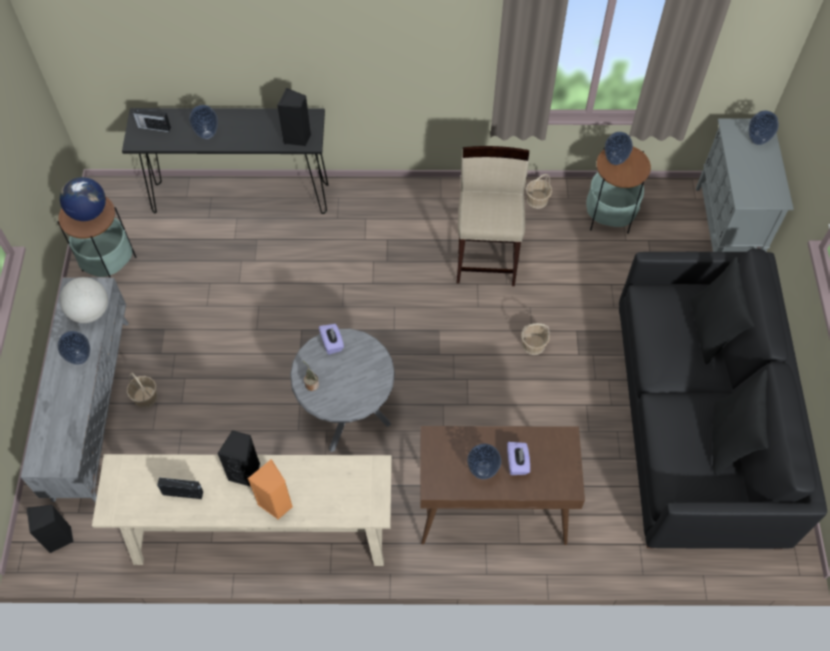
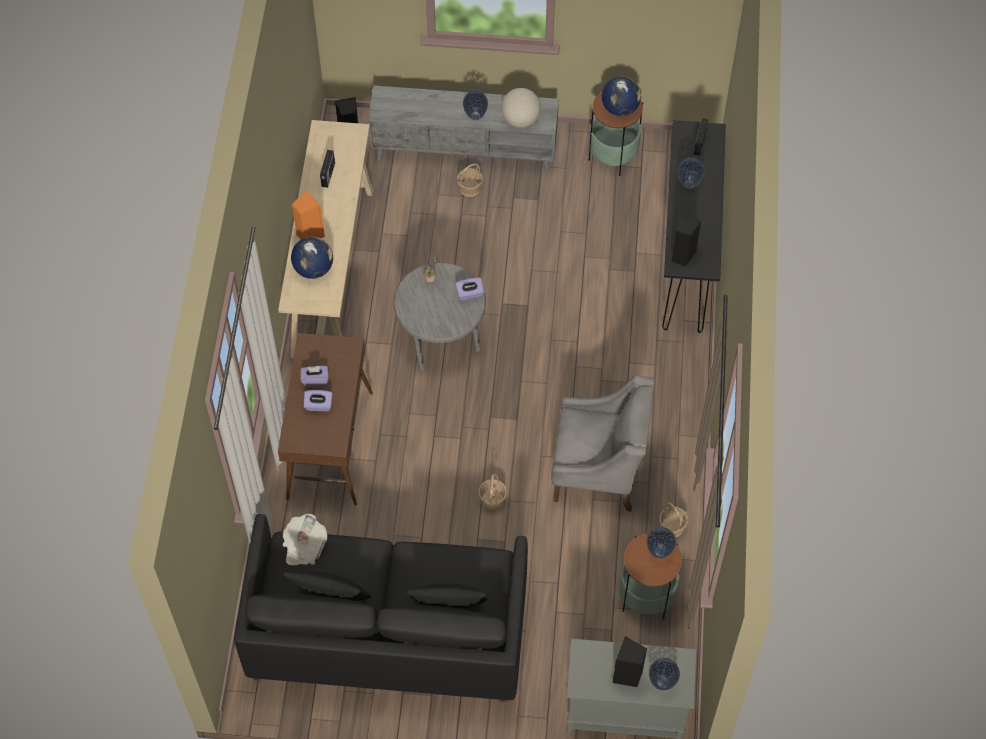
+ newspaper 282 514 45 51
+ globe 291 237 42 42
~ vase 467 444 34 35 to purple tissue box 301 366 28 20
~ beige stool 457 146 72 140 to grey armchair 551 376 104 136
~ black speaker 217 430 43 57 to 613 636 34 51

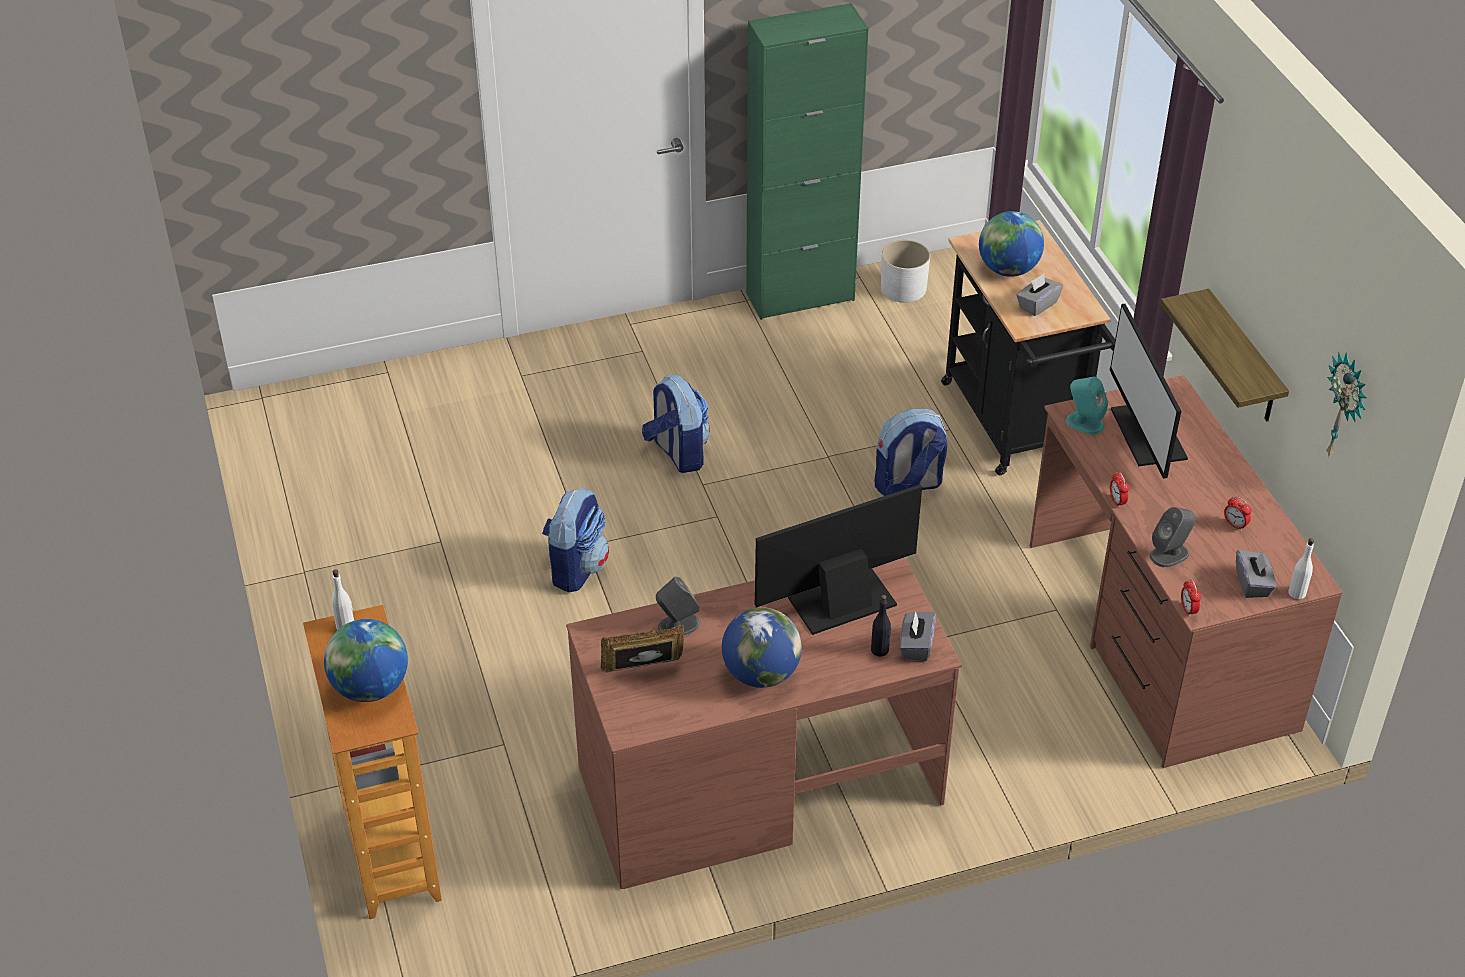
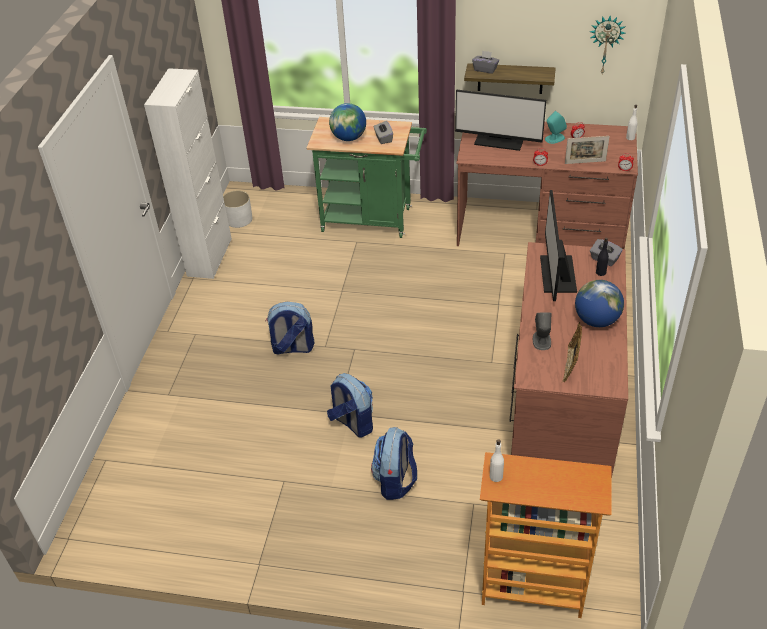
~ green cabinet 746 3 123 317 to white cabinet 144 68 88 211
~ black cart 941 220 174 255 to green cart 306 117 121 121
~ backpack 874 409 73 87 to 371 427 46 73
~ grey tissue box 1236 550 40 48 to 472 50 27 24
~ turquoise speaker 1066 377 42 58 to 545 111 22 33
~ grey speaker 1150 507 46 60 to picture frame 565 136 45 28
- globe 324 619 84 83

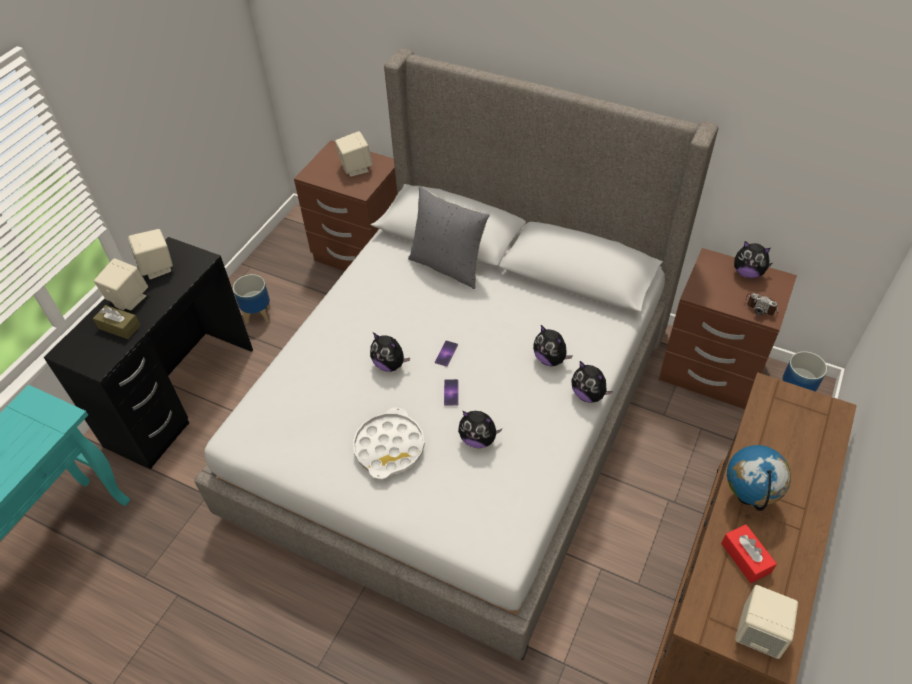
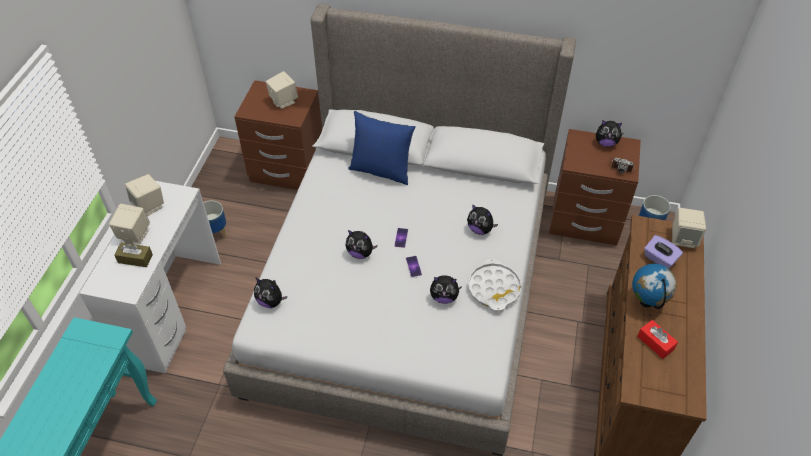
~ black desk 44 237 209 233 to white desk 79 181 142 192
~ plush toy 572 361 41 42 to 254 277 33 31
~ grey pillow 408 186 82 103 to blue pillow 348 111 68 74
~ white tray 353 407 72 73 to 468 259 54 52
+ purple tissue box 644 235 39 34
~ beige speaker 735 585 63 74 to 672 208 34 40

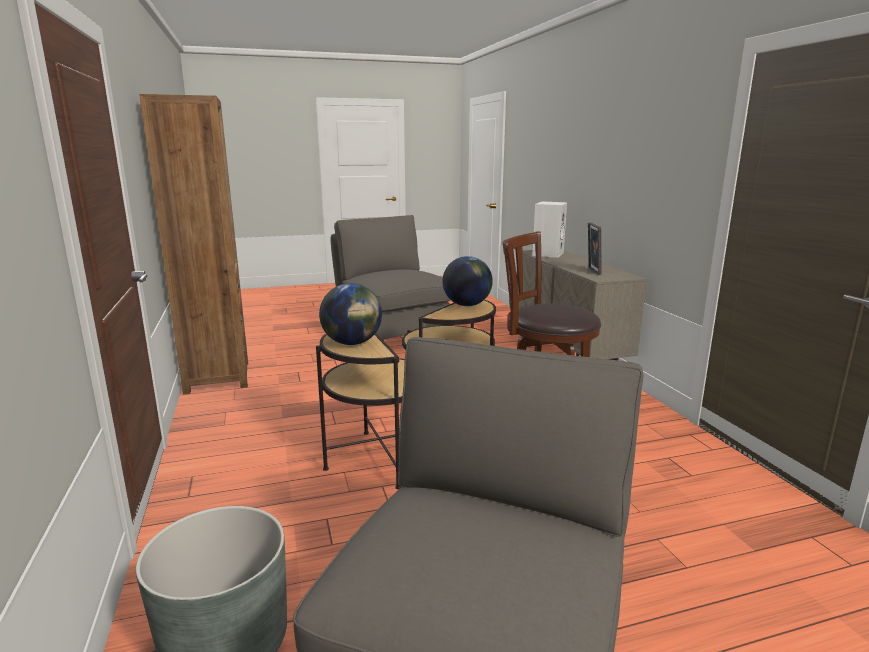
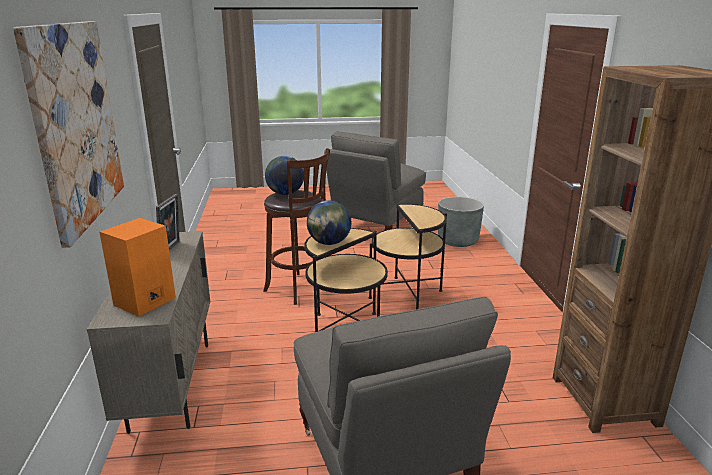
+ picture 13 21 111 227
~ white speaker 532 202 35 56 to orange speaker 99 218 77 99
~ globe 319 283 63 62 to 265 156 39 39

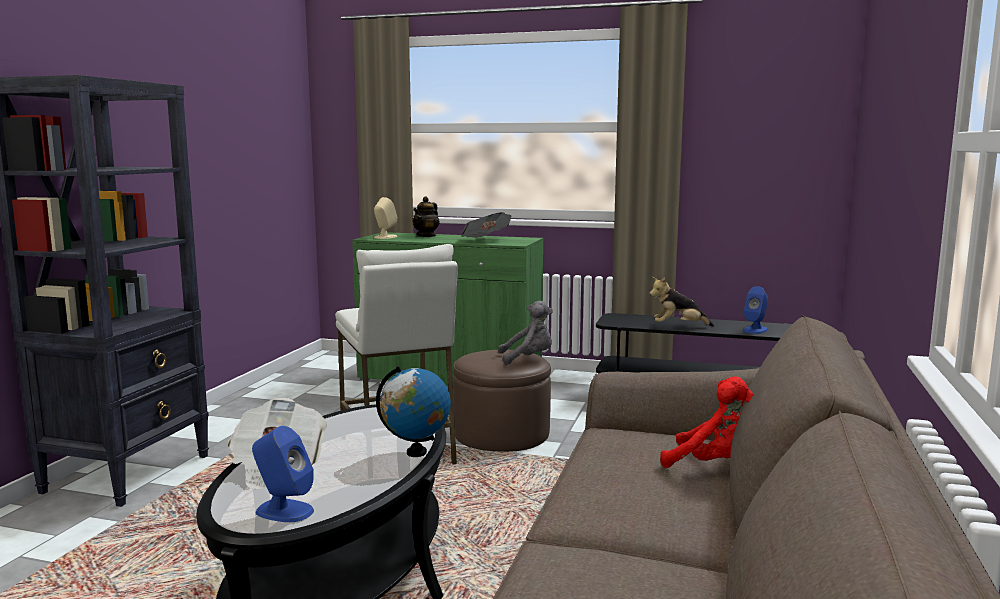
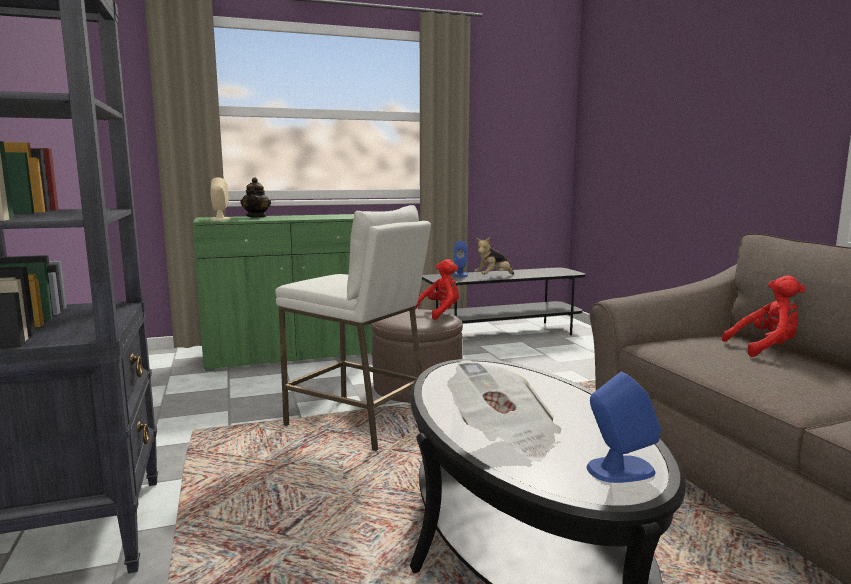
~ grey plush toy 498 301 54 64 to red plush toy 415 259 44 61
~ blue speaker 743 286 25 48 to 454 241 14 36
- globe 376 366 75 91
- newspaper 461 212 51 26

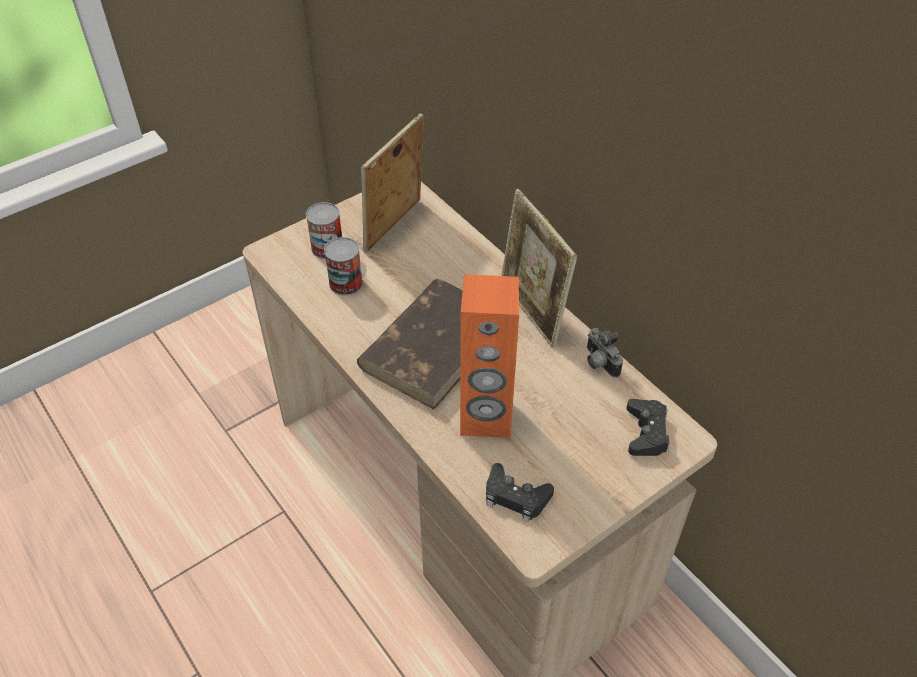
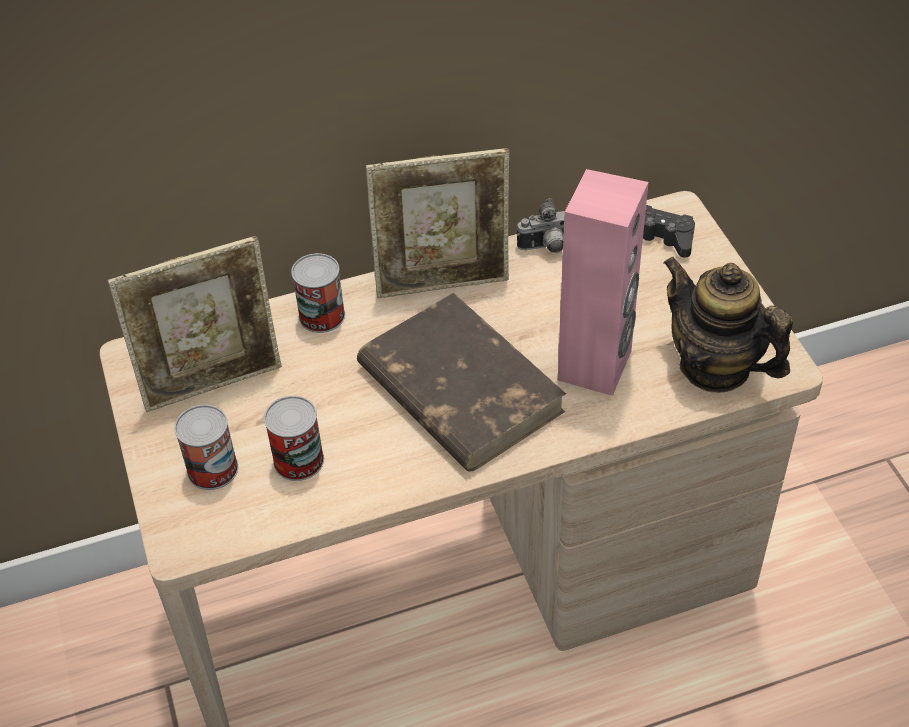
~ picture frame 361 113 63 140 = 108 236 174 176 75 degrees counterclockwise
+ can 291 253 54 80
~ orange speaker 460 274 59 164 to pink speaker 558 169 91 227
~ black game controller 486 463 68 59 to teapot 663 257 130 136

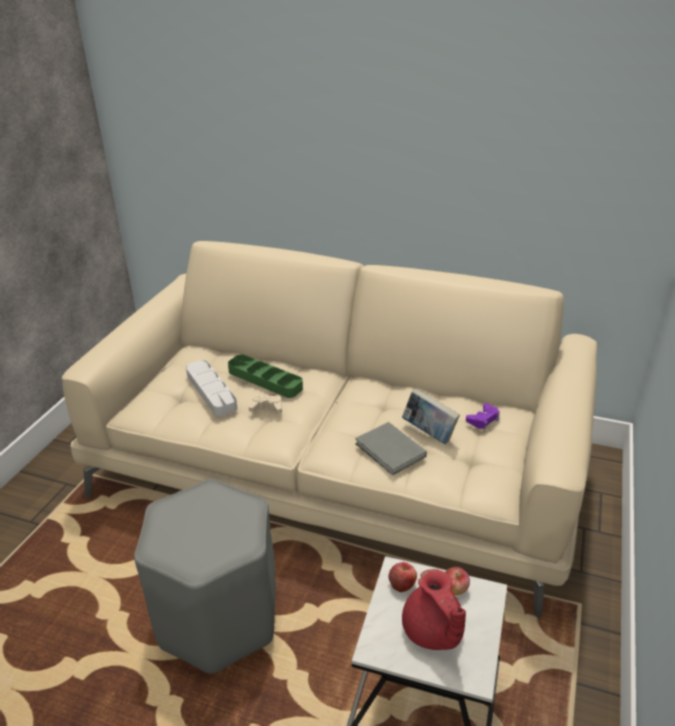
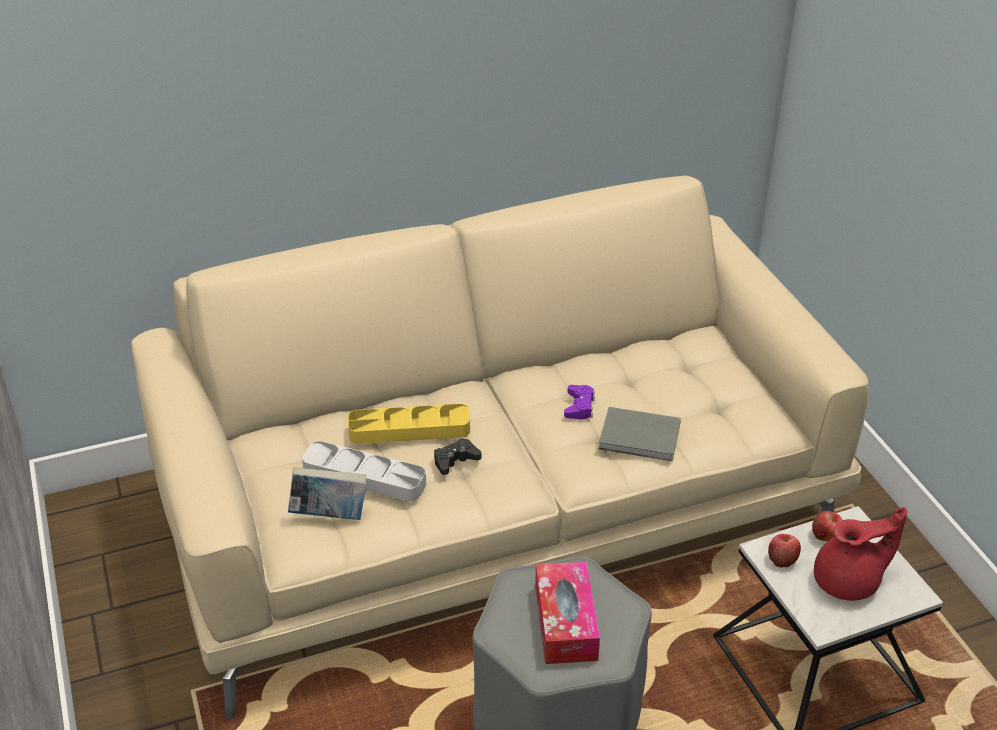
~ book 402 389 58 55 to 288 467 79 53
~ green tray 228 354 75 44 to yellow tray 348 404 122 40
~ beige game controller 249 394 33 19 to black game controller 434 438 47 37
+ tissue box 535 562 65 102
~ purple game controller 466 403 34 27 to 564 385 31 35
~ red teapot 402 569 64 81 = 814 507 93 94 45 degrees counterclockwise

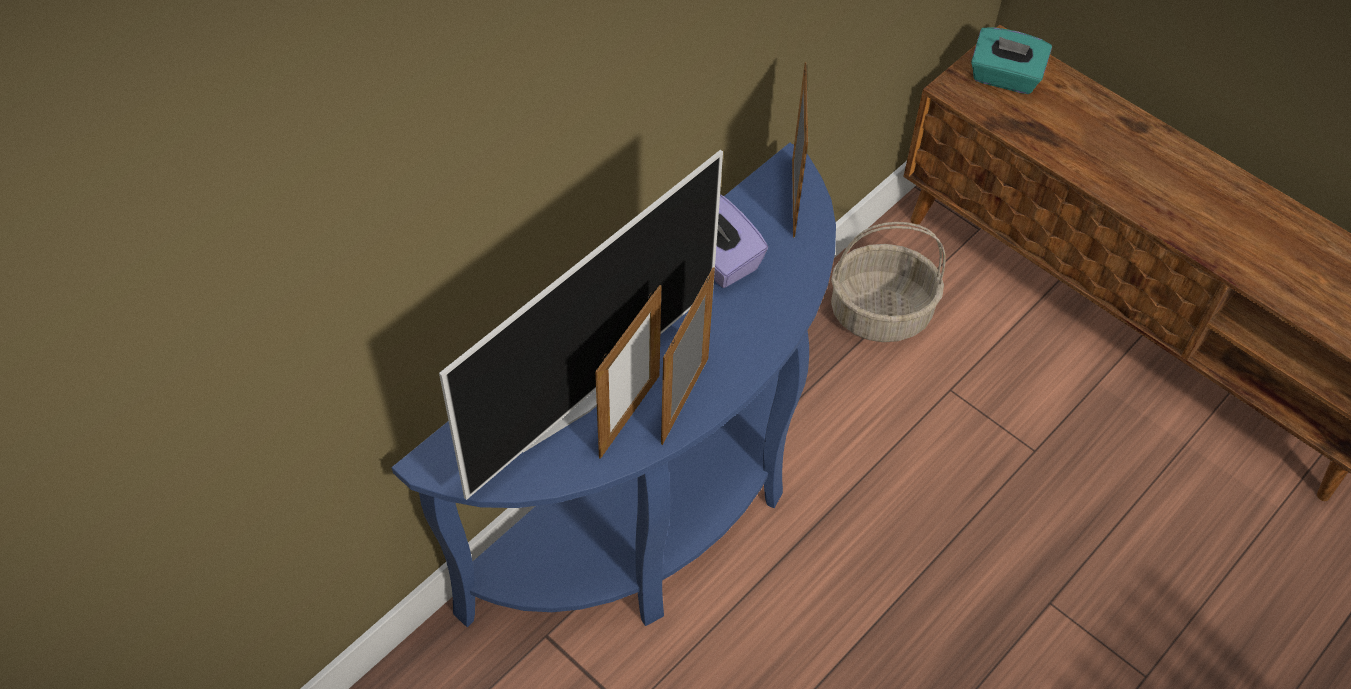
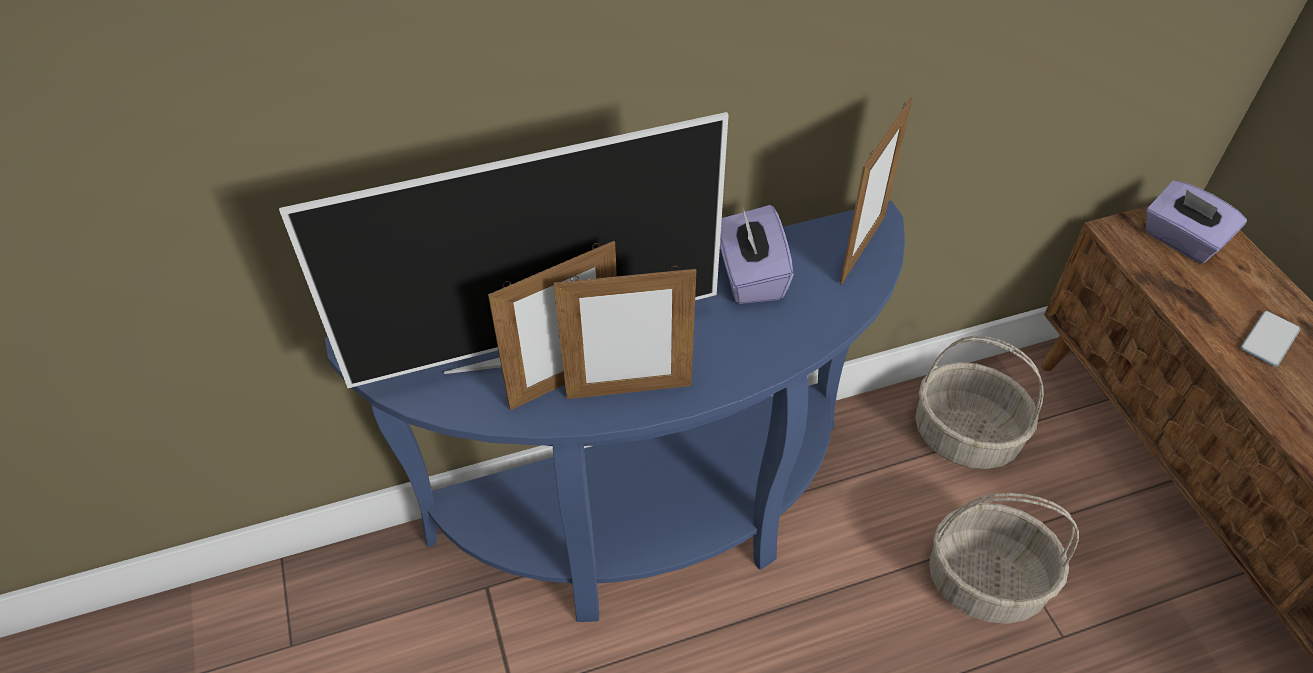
~ picture frame 661 267 54 178 = 554 266 142 133 150 degrees counterclockwise
+ basket 929 493 150 131
~ turquoise tissue box 971 27 81 67 to purple tissue box 1146 180 101 84
+ phone 1240 311 61 56

